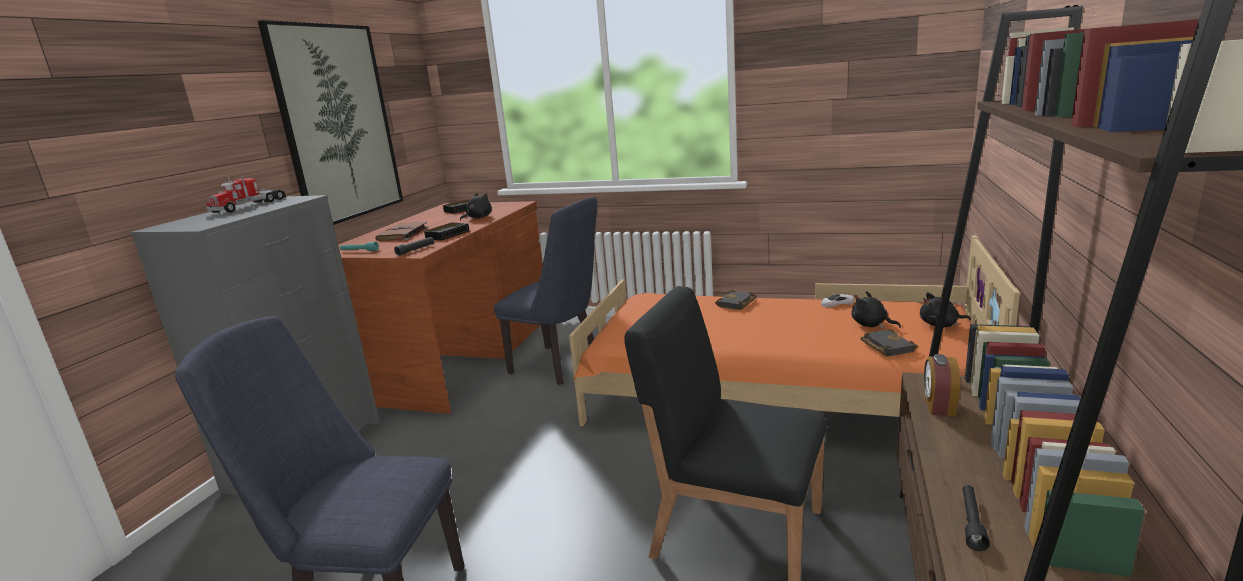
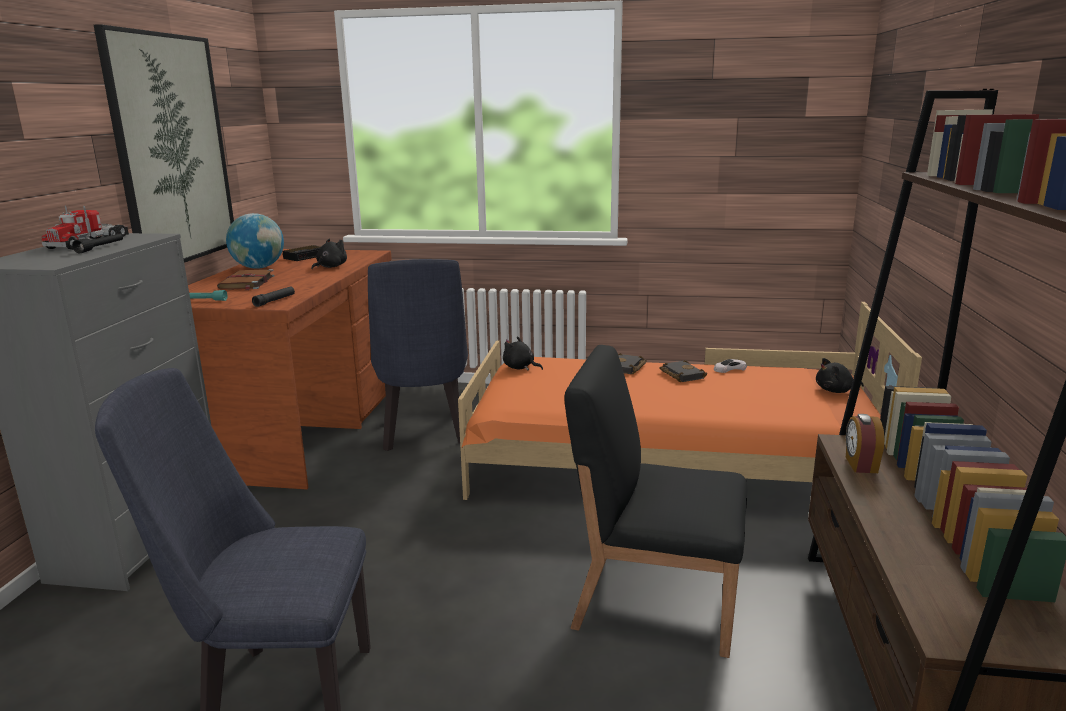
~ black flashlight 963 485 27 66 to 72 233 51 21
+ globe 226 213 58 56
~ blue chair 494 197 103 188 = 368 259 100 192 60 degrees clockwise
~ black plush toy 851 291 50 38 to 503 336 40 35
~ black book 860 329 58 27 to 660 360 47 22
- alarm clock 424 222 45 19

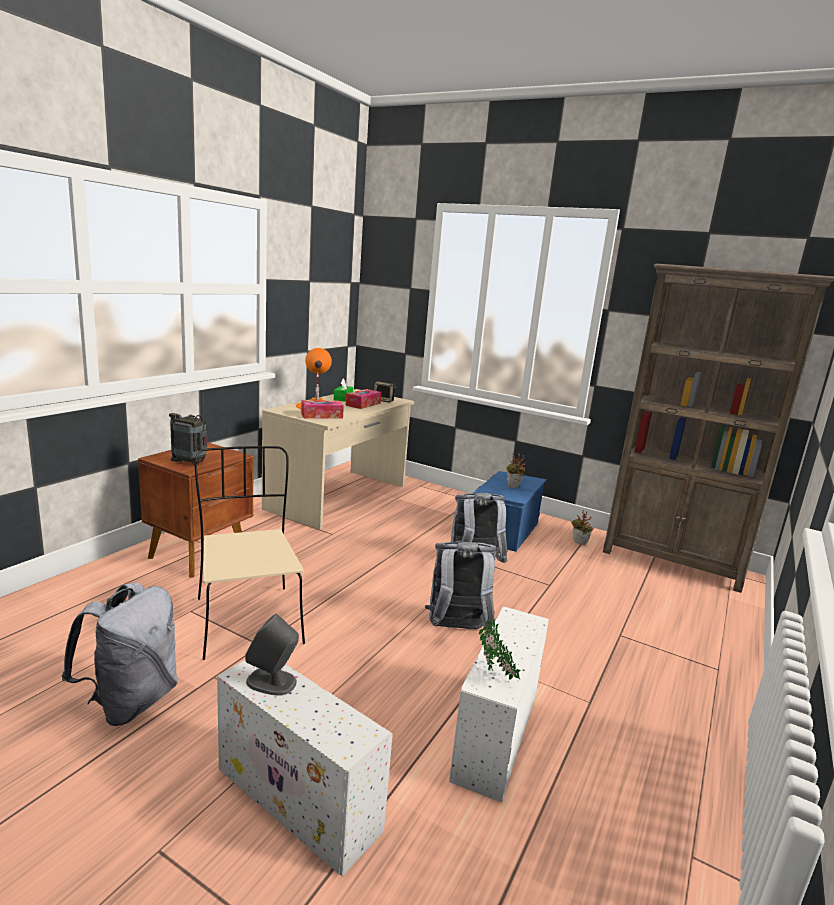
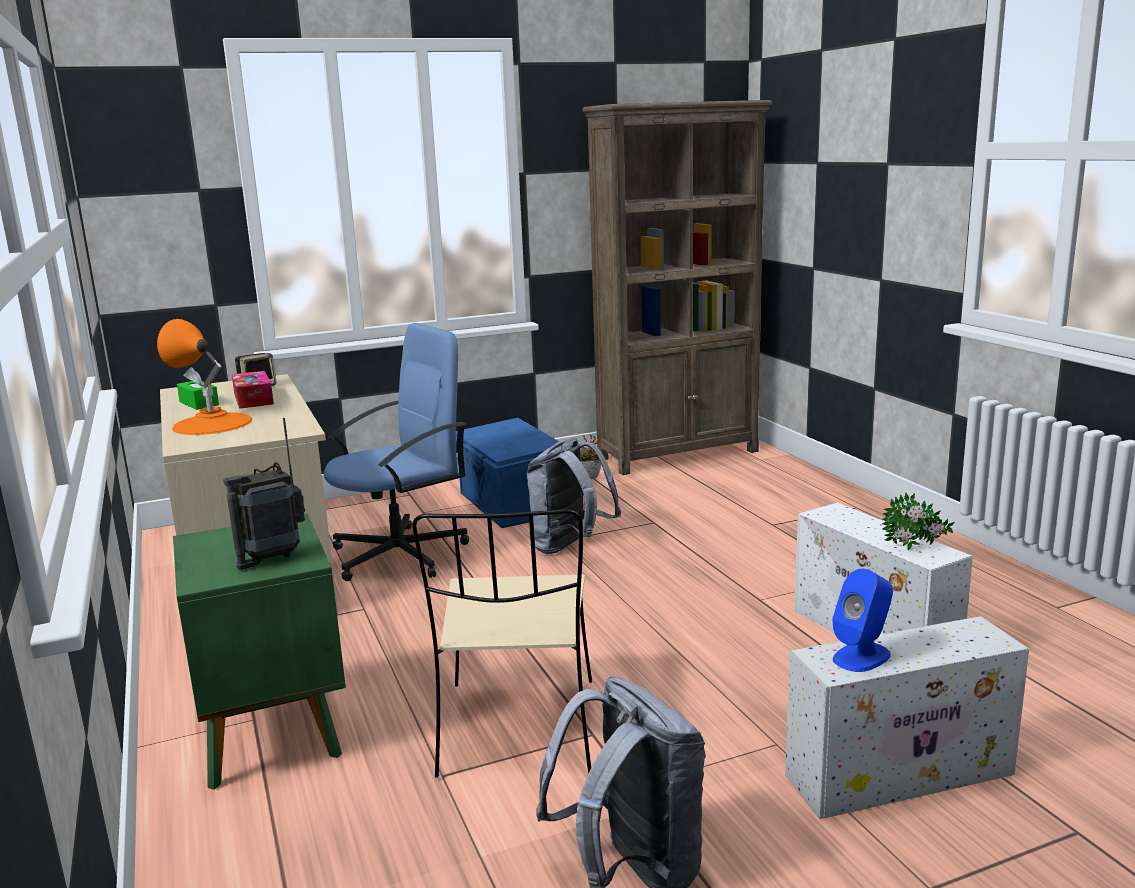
~ brown nightstand 138 442 116 136 to green nightstand 173 514 173 276
+ blue office chair 323 323 146 258
~ beige chair 194 446 111 214 = 412 509 180 269 105 degrees counterclockwise
~ grey speaker 245 614 54 82 to blue speaker 832 569 61 103
- tissue box 301 400 43 18
- grey backpack 425 542 71 88
- potted plant 507 454 19 34

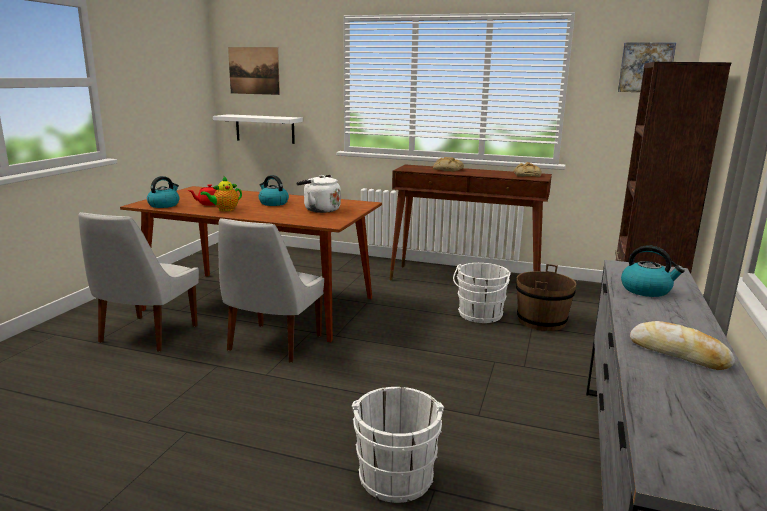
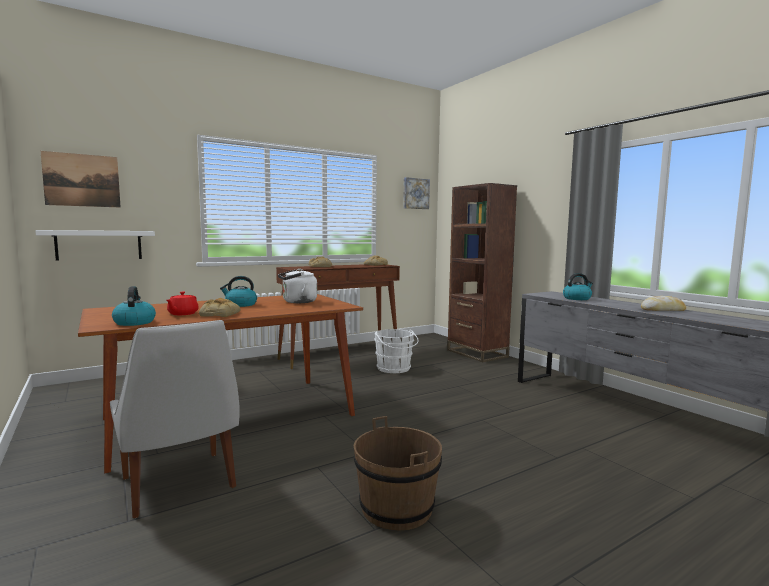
~ teapot 200 176 42 35 to bread 199 298 41 19
~ brown bucket 516 264 60 67 to 354 416 88 114
- white chair 218 218 106 145
- white bucket 352 387 92 116

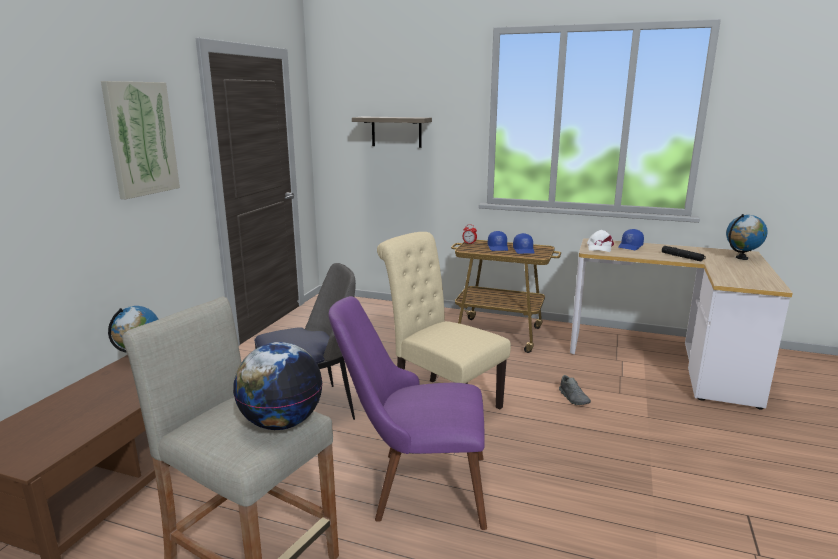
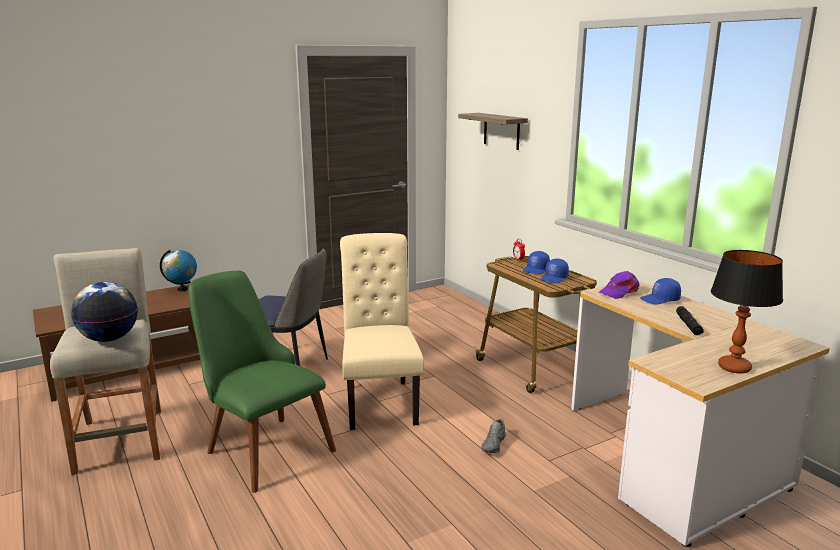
~ purple chair 329 296 158 234 to green chair 188 271 148 222
~ white cap 587 230 27 22 to purple cap 599 271 41 28
+ table lamp 711 250 72 123
- picture 101 81 79 118
- globe 726 214 42 46

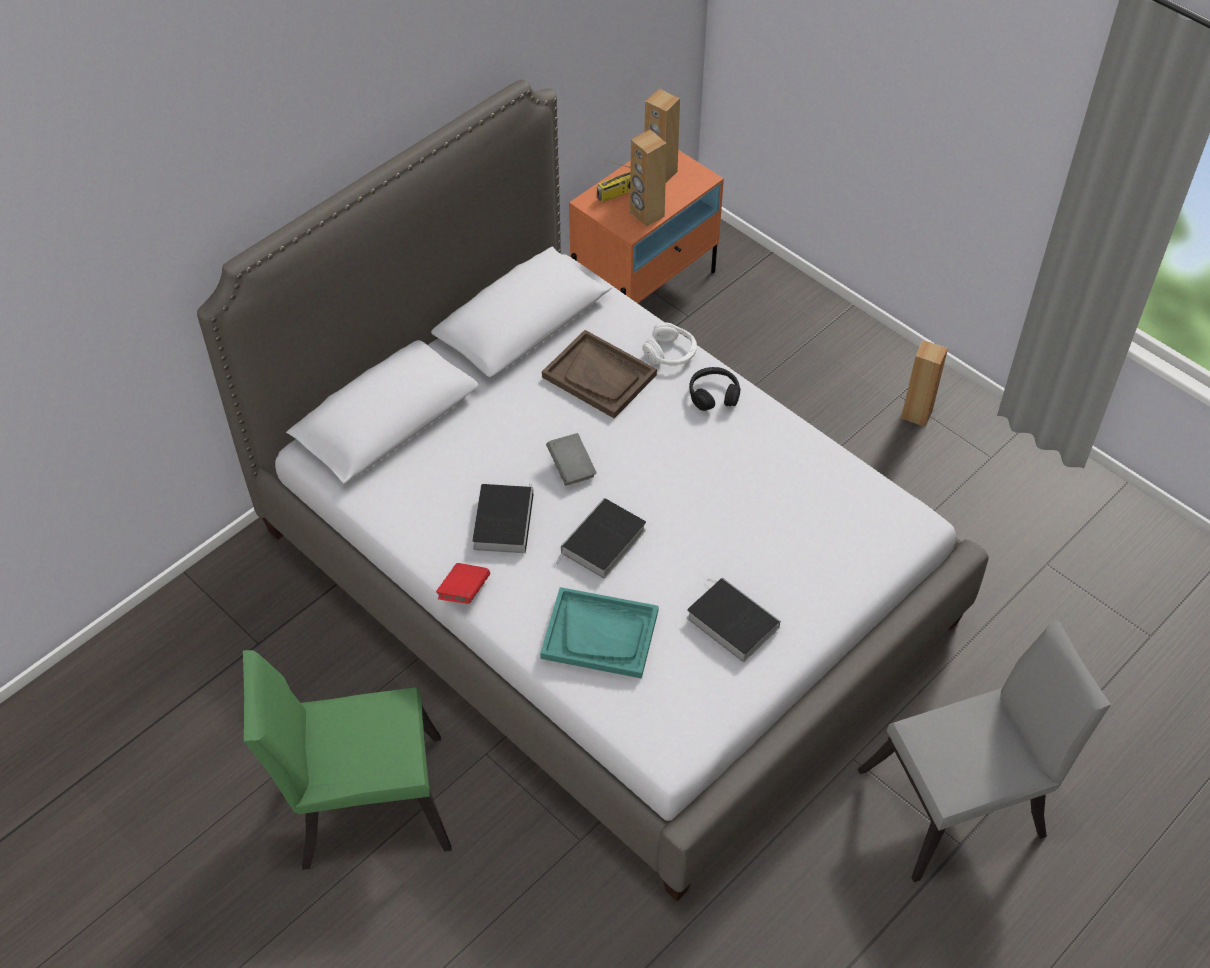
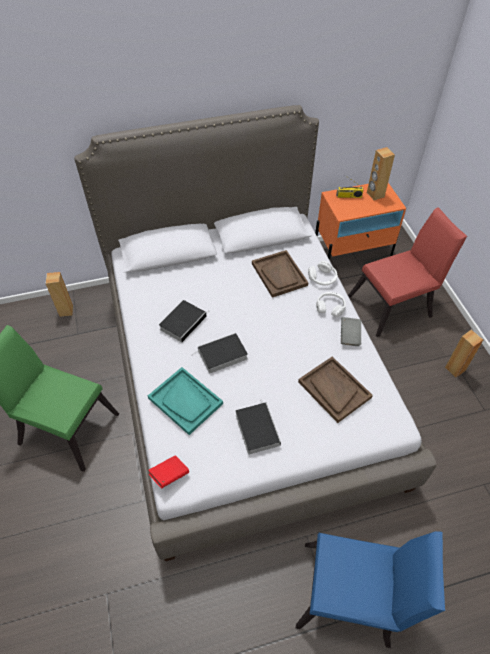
~ brown speaker 630 129 37 97 to 46 272 27 45
~ red book 436 563 54 41 to 149 456 40 32
~ grey chair 858 620 253 262 to blue chair 296 531 149 117
+ brown tray 298 356 75 67
~ black headphones 689 367 52 44 to white headphones 316 292 30 25
~ grey book 546 433 51 53 to 341 317 20 29
+ red chair 348 207 119 130

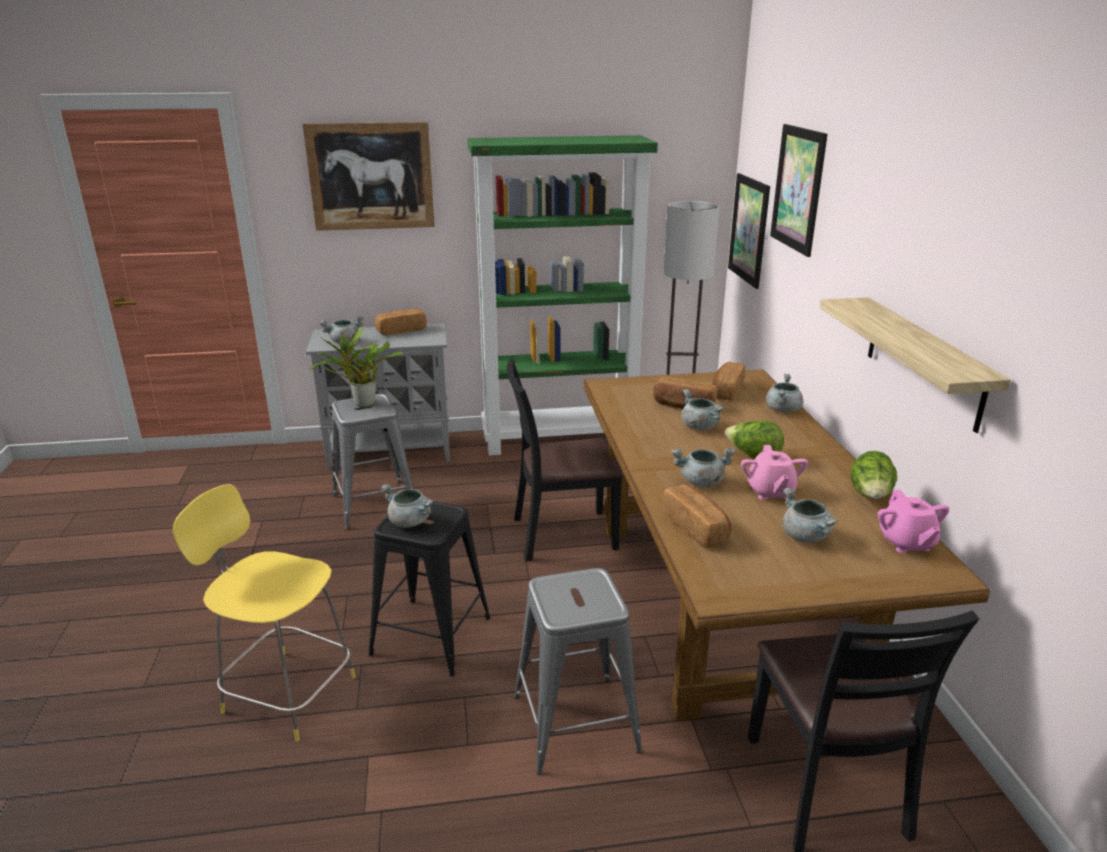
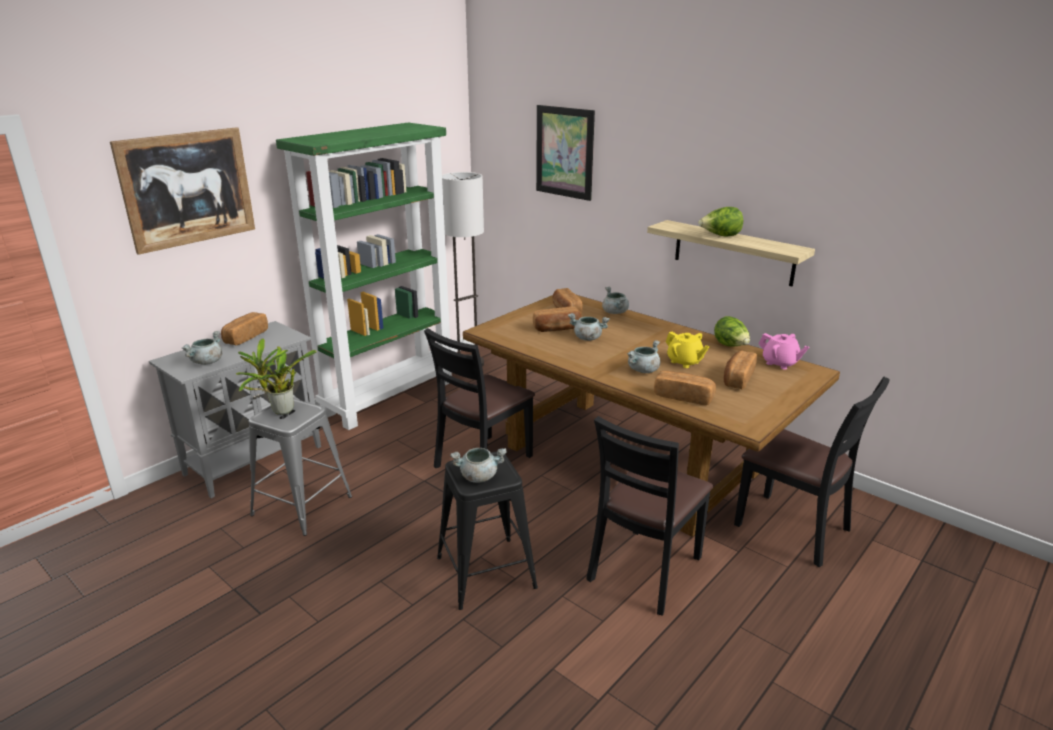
~ grey stool 514 568 128 207 to black chair 586 416 127 200
~ pink teapot 741 445 67 55 to yellow teapot 666 332 43 36
~ lettuce 725 420 59 39 to 698 207 45 29
~ grey cooking pot 782 488 56 55 to bread 724 351 33 38
- yellow stool 173 484 183 257
- picture 728 173 42 116

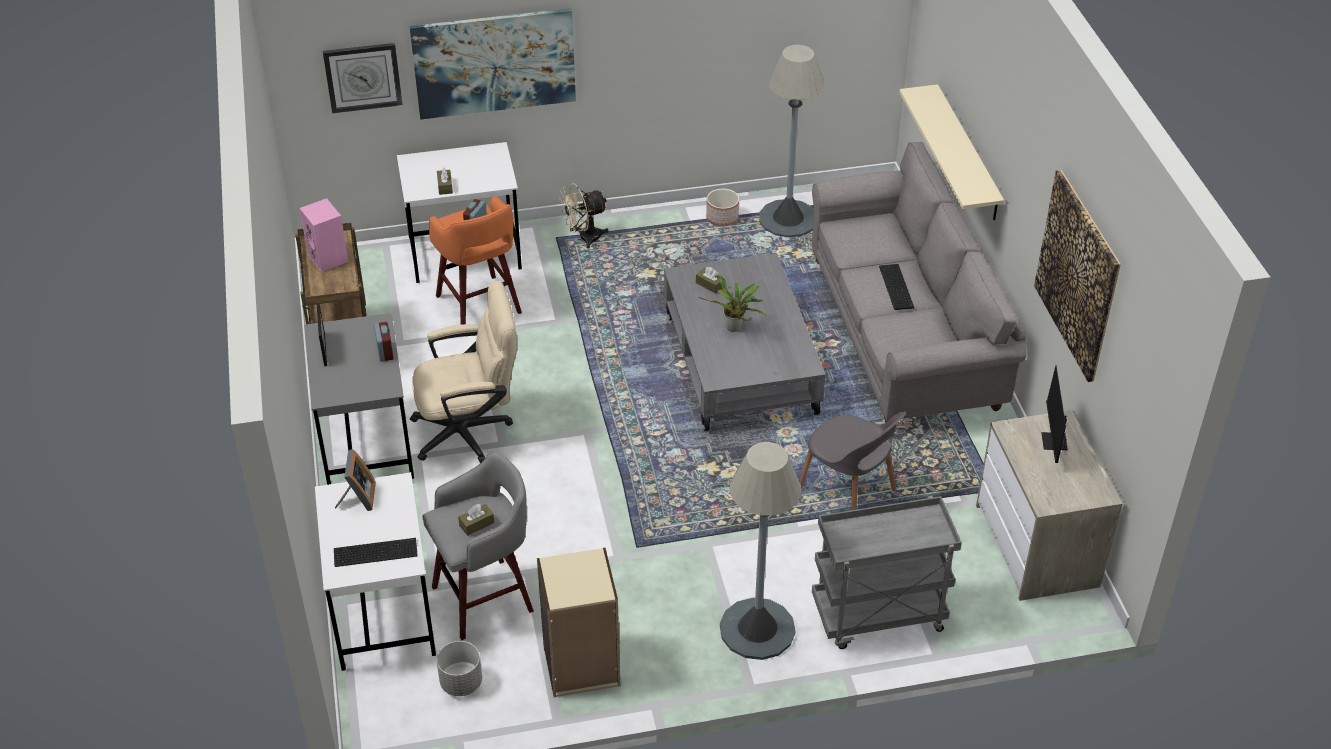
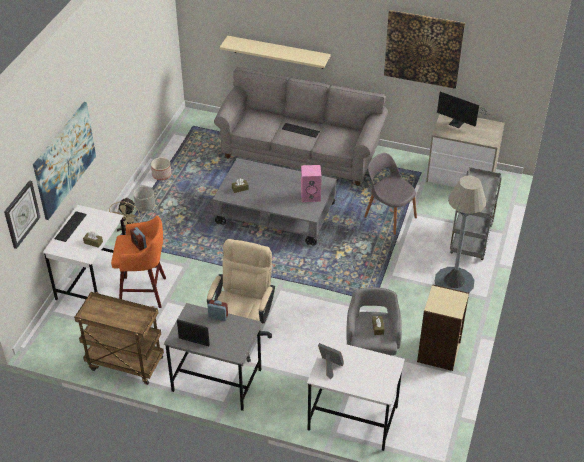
~ keyboard 334 538 84 29 to 54 211 33 31
~ grey planter 437 641 45 55 to 133 186 22 26
~ pink speaker 300 198 48 74 to 301 165 21 37
~ grey chair 799 411 107 99 = 364 153 53 82 120 degrees counterclockwise
- potted plant 699 275 67 57
- grey floor lamp 759 45 65 192

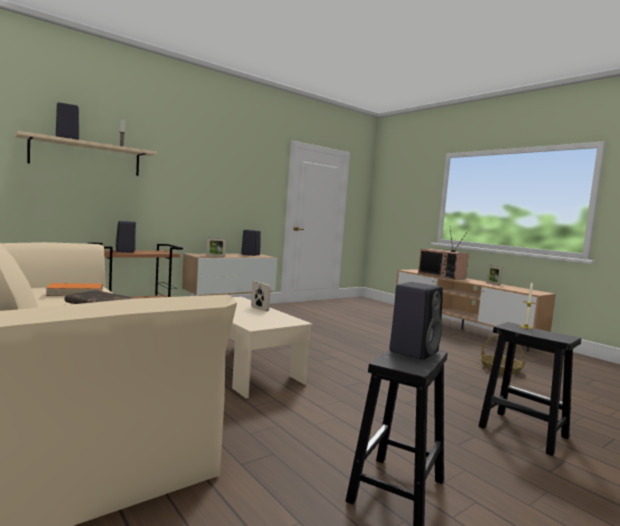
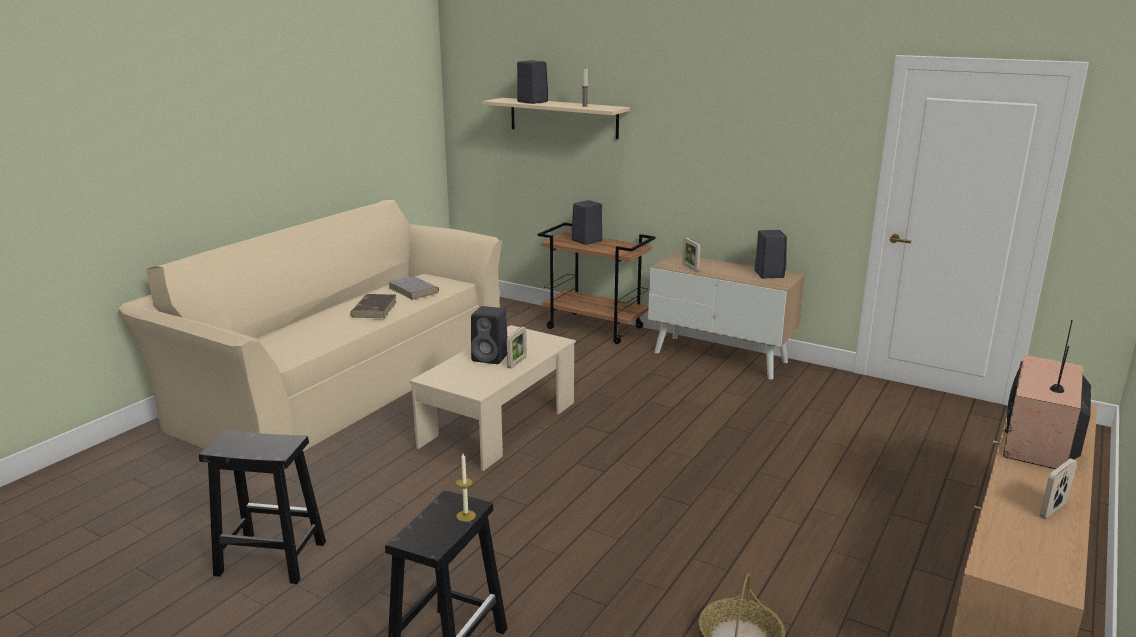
~ orange book 46 283 57 13 to grey book 389 276 50 24
~ black speaker 389 282 54 78 to 471 306 36 58

